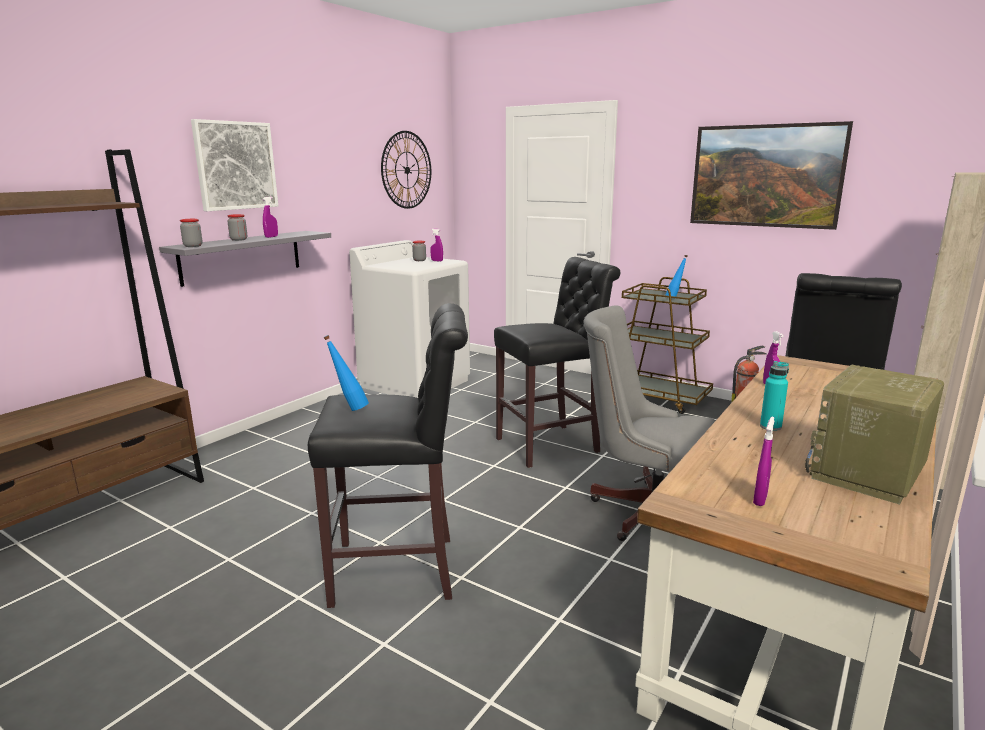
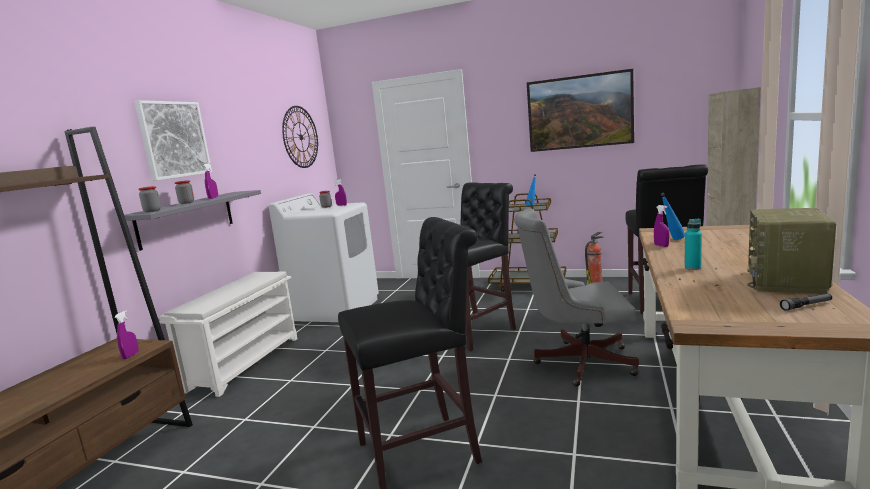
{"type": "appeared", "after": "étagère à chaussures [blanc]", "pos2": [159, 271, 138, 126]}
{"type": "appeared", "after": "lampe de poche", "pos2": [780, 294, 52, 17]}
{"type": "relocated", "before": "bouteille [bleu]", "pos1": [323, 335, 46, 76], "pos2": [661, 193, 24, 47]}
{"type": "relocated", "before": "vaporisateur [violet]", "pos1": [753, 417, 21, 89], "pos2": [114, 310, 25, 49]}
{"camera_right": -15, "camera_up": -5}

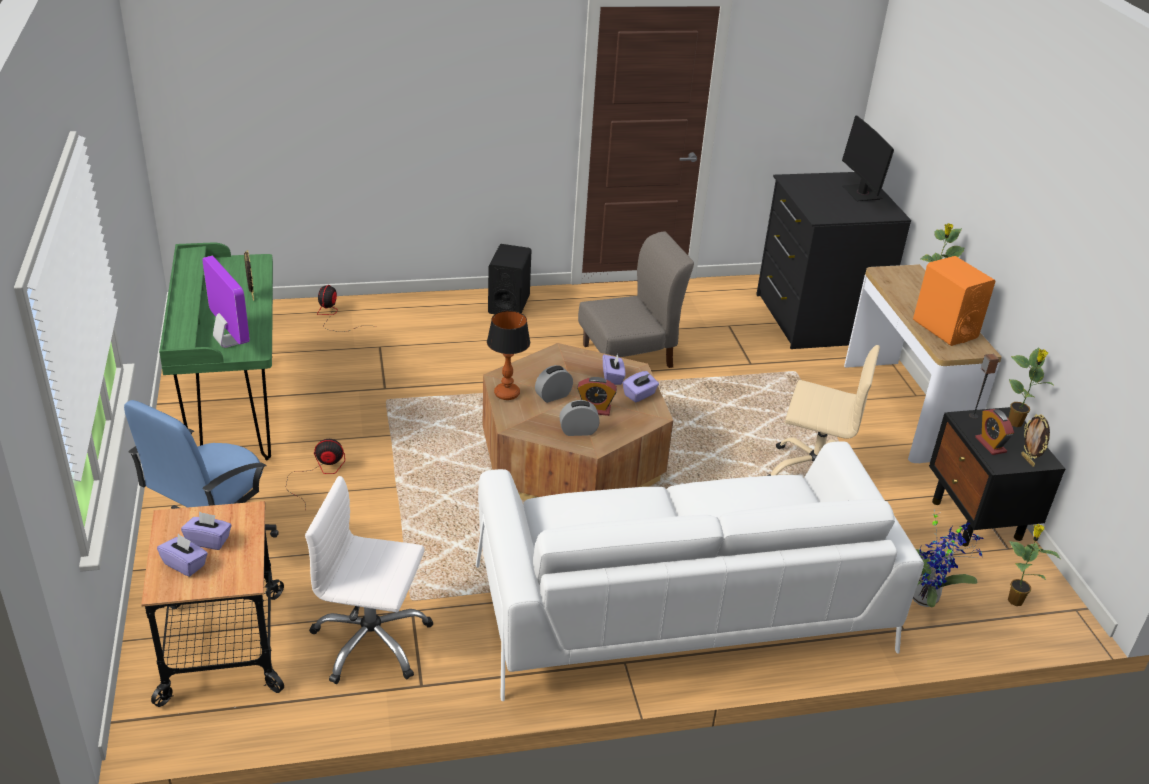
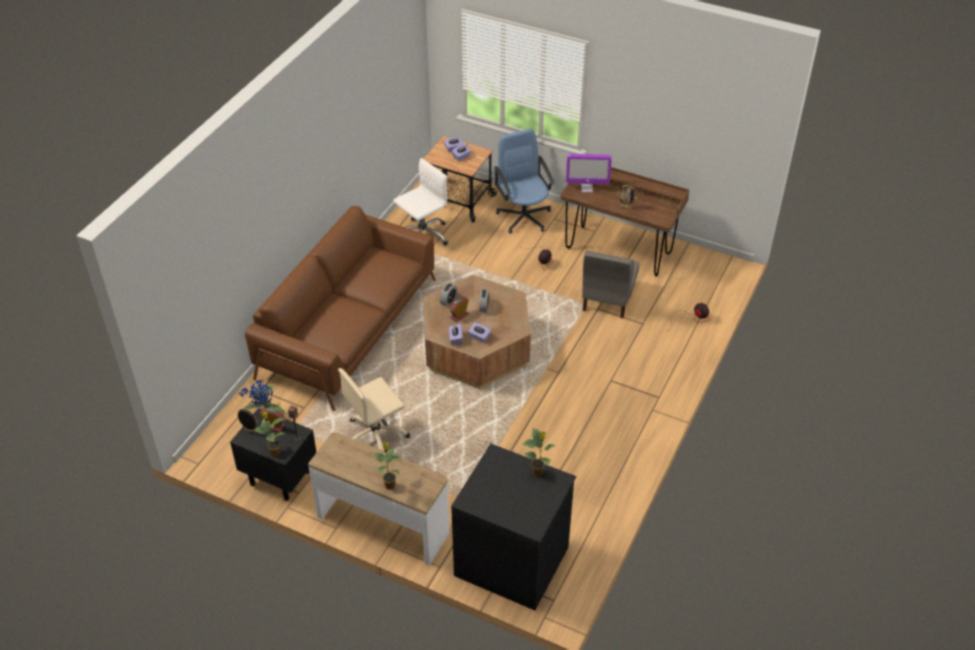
{"type": "missing", "before": "lampe de table", "pos1": [487, 311, 43, 89]}
{"type": "missing", "before": "enceinte [noir]", "pos1": [488, 244, 43, 70]}
{"type": "missing", "before": "écran d'ordinateur", "pos1": [842, 115, 52, 86]}
{"type": "missing", "before": "enceinte [orange]", "pos1": [913, 256, 82, 90]}
{"type": "relocated", "before": "chaise [gris]", "pos1": [578, 231, 116, 137], "pos2": [582, 250, 57, 68]}
{"type": "relocated", "before": "plante en pot", "pos1": [1008, 524, 52, 82], "pos2": [522, 428, 34, 49]}
{"type": "colour", "before": "bureau [vert]", "after": "bureau [marron]", "pos1": [159, 242, 114, 218], "pos2": [560, 167, 129, 110]}
{"type": "colour", "before": "canapé [blanc]", "after": "canapé [marron]", "pos1": [476, 441, 448, 260], "pos2": [245, 206, 191, 205]}
{"camera_right": 130, "camera_up": 10}

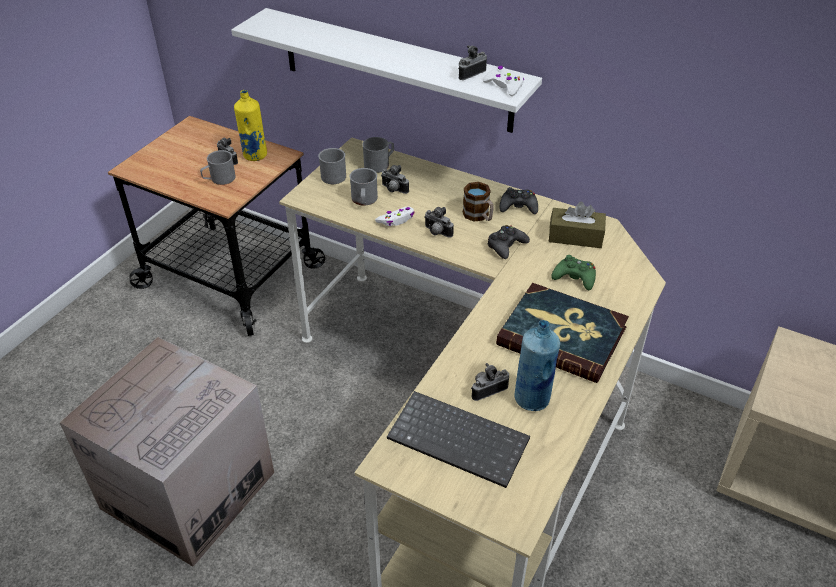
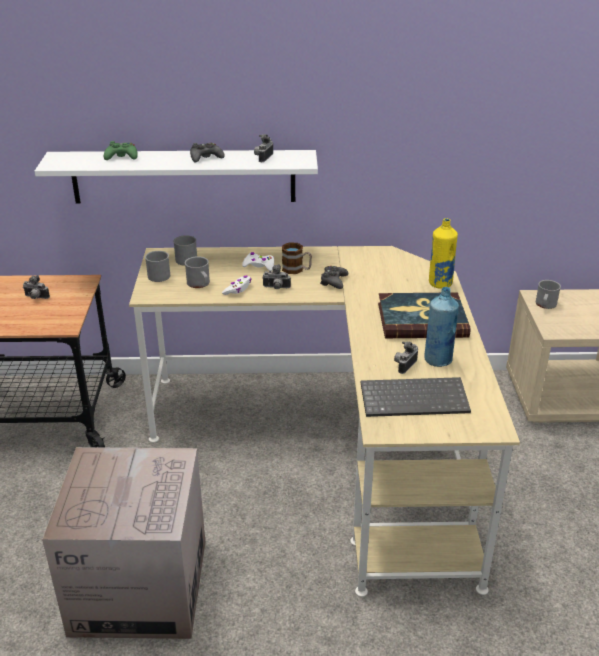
{"type": "missing", "before": "appareil photo", "pos1": [382, 165, 27, 29]}
{"type": "missing", "before": "boîte à mouchoirs [marron]", "pos1": [549, 202, 57, 46]}
{"type": "relocated", "before": "mug [gris]", "pos1": [200, 150, 36, 35], "pos2": [536, 280, 25, 29]}
{"type": "relocated", "before": "bouteille [jaune]", "pos1": [234, 90, 33, 71], "pos2": [429, 218, 29, 71]}
{"type": "relocated", "before": "manette [blanc]", "pos1": [483, 66, 41, 30], "pos2": [242, 252, 32, 19]}
{"type": "relocated", "before": "manette [noir]", "pos1": [499, 187, 39, 27], "pos2": [190, 143, 35, 20]}
{"type": "relocated", "before": "manette [vert]", "pos1": [551, 255, 45, 35], "pos2": [104, 141, 34, 19]}
{"camera_right": -30, "camera_up": -10}

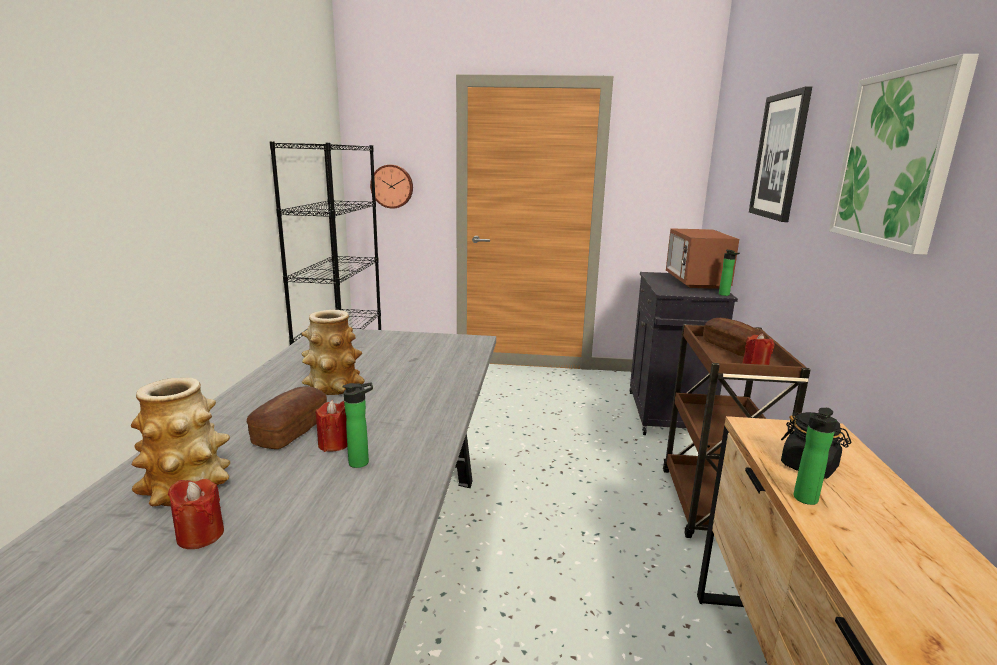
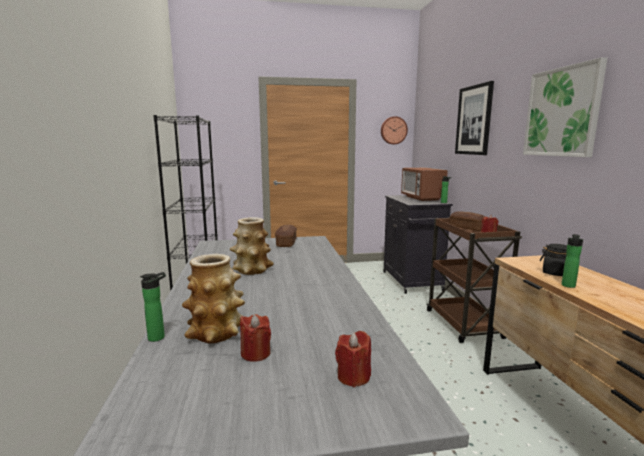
{"type": "relocated", "before": "pain", "pos1": [247, 386, 80, 63], "pos2": [275, 225, 22, 22]}
{"type": "relocated", "before": "bougie [rouge]", "pos1": [315, 400, 32, 52], "pos2": [335, 331, 36, 56]}
{"type": "relocated", "before": "bouteille", "pos1": [342, 382, 31, 86], "pos2": [140, 272, 26, 70]}
{"type": "relocated", "before": "horloge murale", "pos1": [370, 165, 43, 44], "pos2": [381, 116, 27, 28]}
{"camera_right": -15, "camera_up": -5}

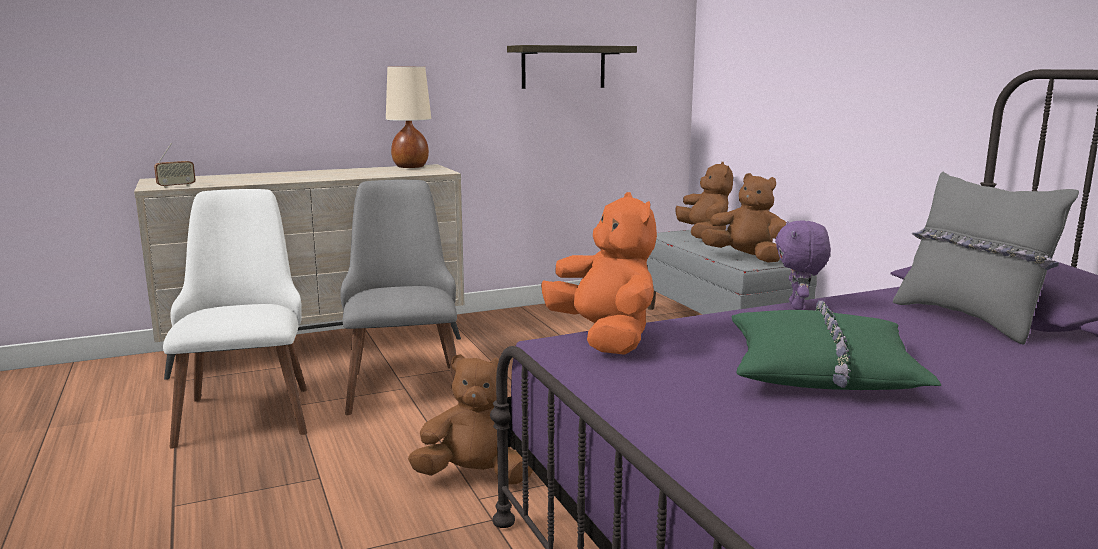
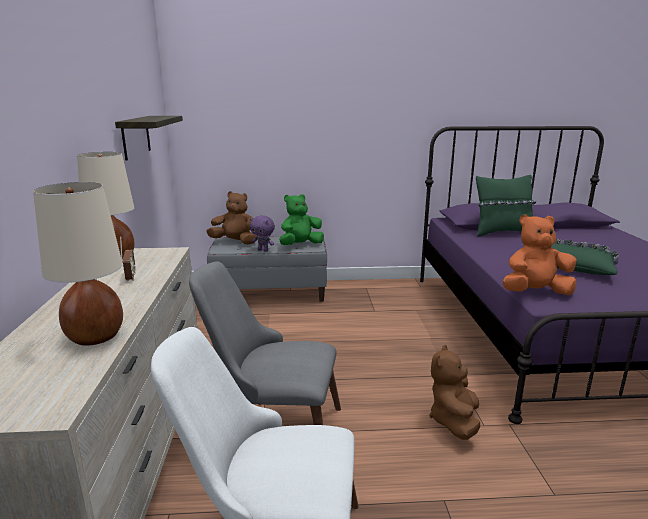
{"type": "appeared", "after": "lampe de table [beige]", "pos2": [33, 182, 90, 164]}
{"type": "relocated", "before": "radio", "pos1": [154, 143, 42, 45], "pos2": [120, 236, 16, 45]}
{"type": "relocated", "before": "peluche [violet]", "pos1": [775, 220, 56, 90], "pos2": [250, 215, 25, 37]}
{"type": "colour", "before": "peluche [marron]", "after": "peluche [vert]", "pos1": [701, 173, 85, 90], "pos2": [280, 194, 44, 51]}
{"type": "colour", "before": "coussin [gris]", "after": "coussin [vert]", "pos1": [893, 172, 186, 173], "pos2": [476, 175, 61, 62]}
{"camera_right": -70, "camera_up": 5}

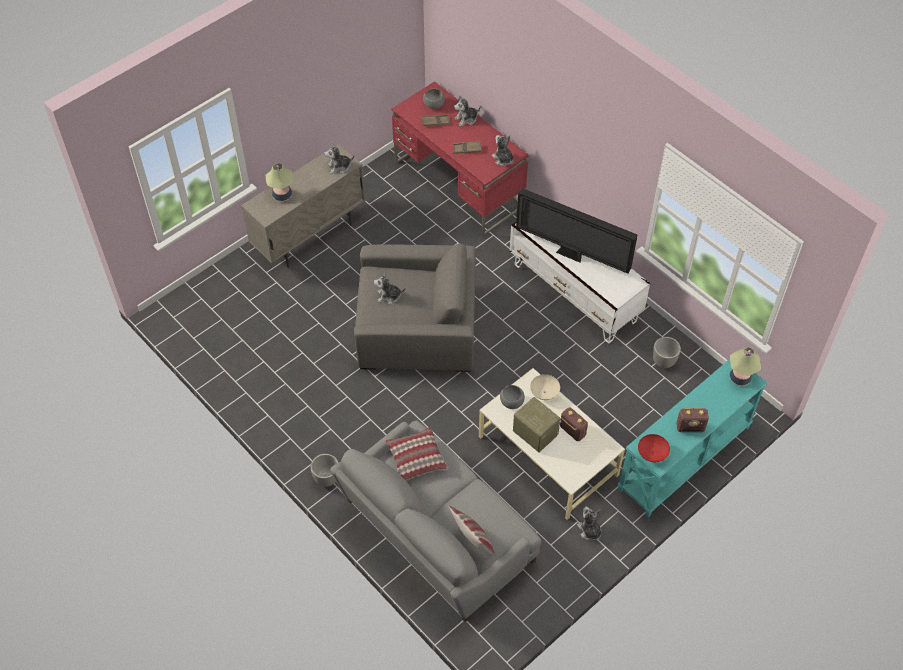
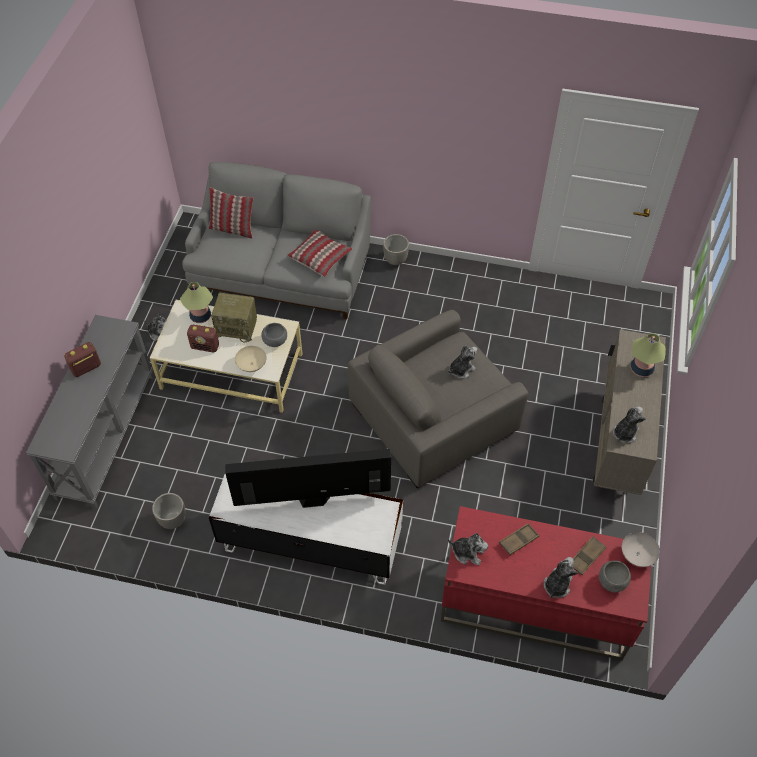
{"type": "missing", "before": "bol [rouge]", "pos1": [638, 434, 32, 28]}
{"type": "appeared", "after": "bol [blanc]", "pos2": [622, 532, 38, 35]}
{"type": "relocated", "before": "lampe de table", "pos1": [730, 347, 31, 39], "pos2": [180, 282, 33, 41]}
{"type": "colour", "before": "table console [turquoise]", "after": "table console [gris]", "pos1": [618, 359, 149, 159], "pos2": [26, 315, 128, 193]}
{"camera_right": 145, "camera_up": 0}

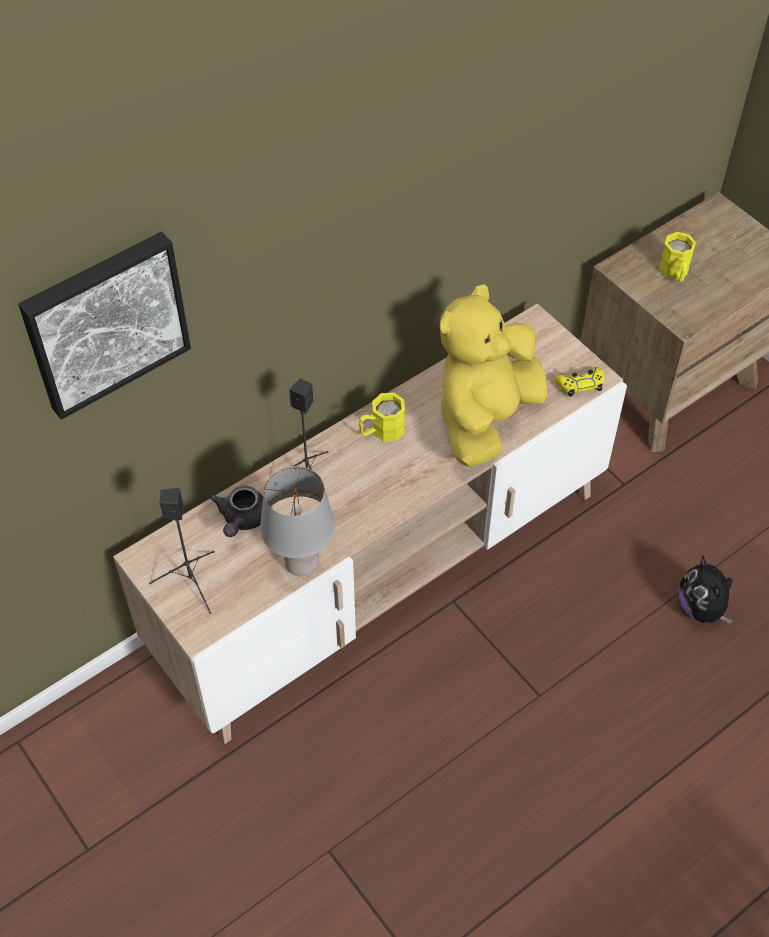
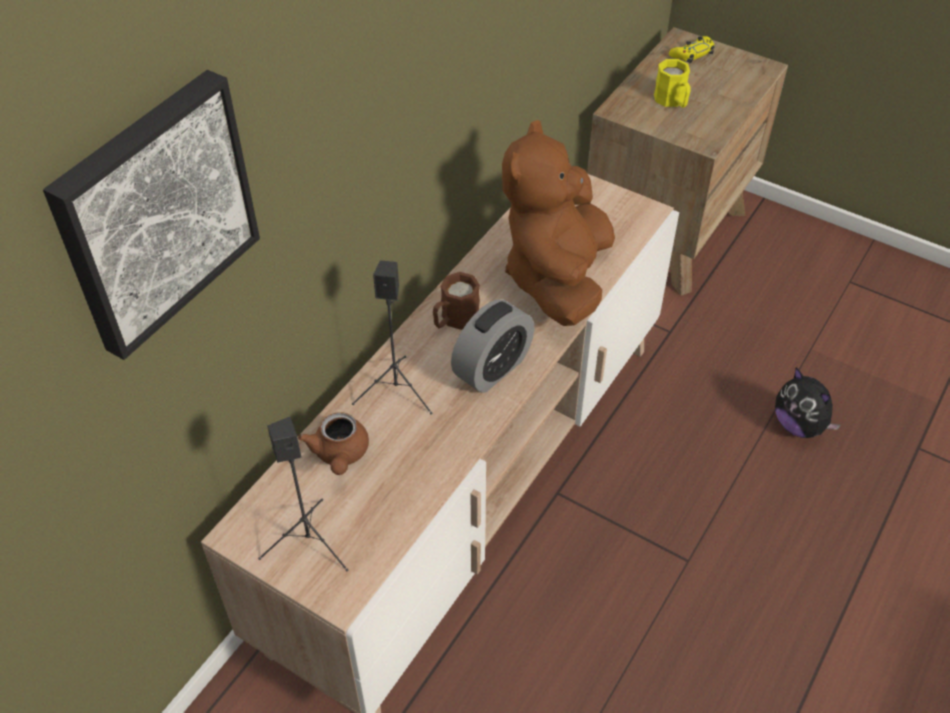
{"type": "missing", "before": "lampe de table [gris]", "pos1": [260, 466, 75, 110]}
{"type": "appeared", "after": "réveil", "pos2": [451, 299, 84, 94]}
{"type": "relocated", "before": "manette [jaune]", "pos1": [555, 367, 49, 30], "pos2": [669, 36, 45, 27]}
{"type": "colour", "before": "théière [gris]", "after": "théière [marron]", "pos1": [210, 486, 53, 51], "pos2": [298, 412, 71, 63]}
{"type": "colour", "before": "mug [jaune]", "after": "mug [marron]", "pos1": [359, 393, 46, 49], "pos2": [433, 272, 47, 58]}
{"type": "colour", "before": "peluche [jaune]", "after": "peluche [marron]", "pos1": [440, 284, 107, 183], "pos2": [502, 120, 113, 206]}
{"camera_right": -20, "camera_up": -5}

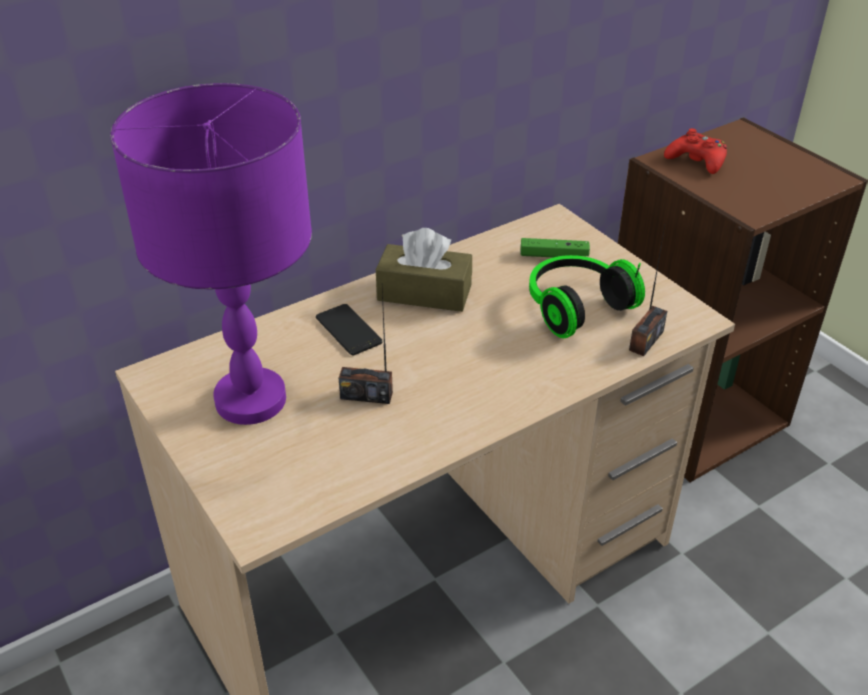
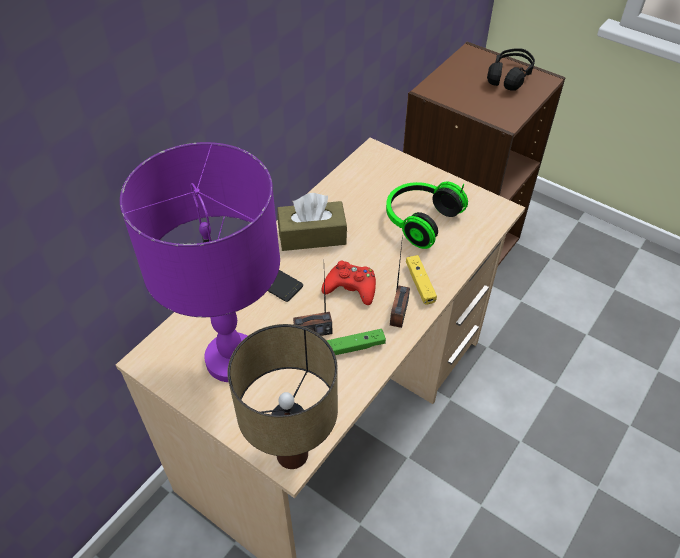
{"type": "appeared", "after": "lampe de table", "pos2": [227, 324, 111, 145]}
{"type": "appeared", "after": "manette [jaune]", "pos2": [406, 255, 31, 49]}
{"type": "appeared", "after": "casque audio [noir]", "pos2": [487, 48, 48, 43]}
{"type": "relocated", "before": "manette [vert]", "pos1": [520, 238, 70, 19], "pos2": [326, 329, 60, 26]}
{"type": "relocated", "before": "radio", "pos1": [629, 226, 38, 130], "pos2": [390, 235, 20, 93]}
{"type": "relocated", "before": "manette [rouge]", "pos1": [664, 128, 63, 46], "pos2": [321, 261, 55, 44]}
{"camera_right": -20, "camera_up": 10}

